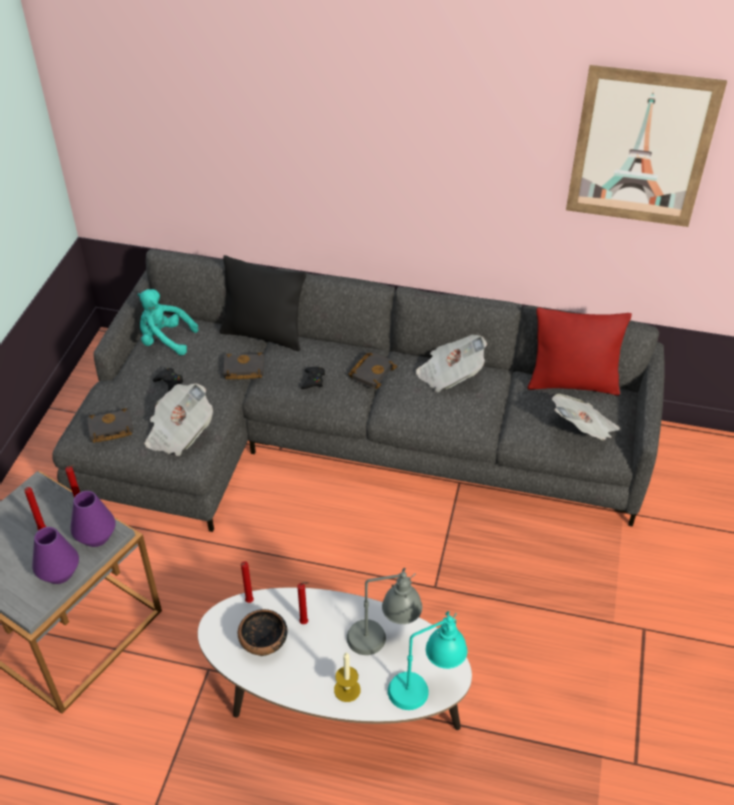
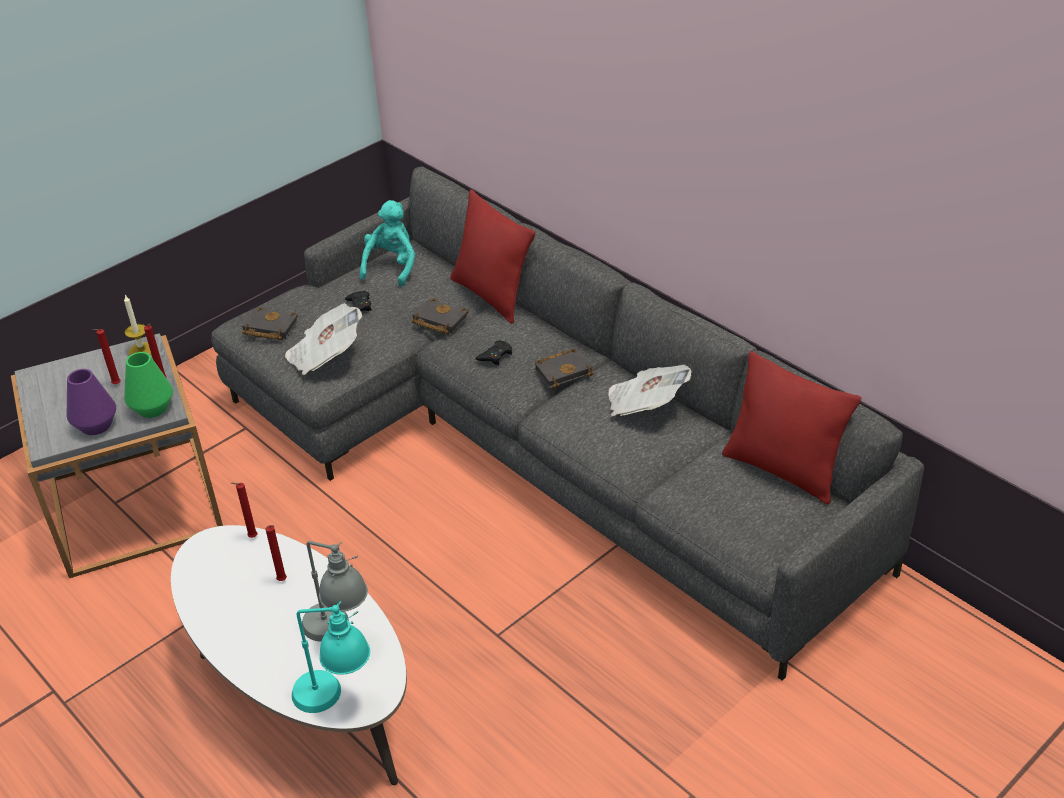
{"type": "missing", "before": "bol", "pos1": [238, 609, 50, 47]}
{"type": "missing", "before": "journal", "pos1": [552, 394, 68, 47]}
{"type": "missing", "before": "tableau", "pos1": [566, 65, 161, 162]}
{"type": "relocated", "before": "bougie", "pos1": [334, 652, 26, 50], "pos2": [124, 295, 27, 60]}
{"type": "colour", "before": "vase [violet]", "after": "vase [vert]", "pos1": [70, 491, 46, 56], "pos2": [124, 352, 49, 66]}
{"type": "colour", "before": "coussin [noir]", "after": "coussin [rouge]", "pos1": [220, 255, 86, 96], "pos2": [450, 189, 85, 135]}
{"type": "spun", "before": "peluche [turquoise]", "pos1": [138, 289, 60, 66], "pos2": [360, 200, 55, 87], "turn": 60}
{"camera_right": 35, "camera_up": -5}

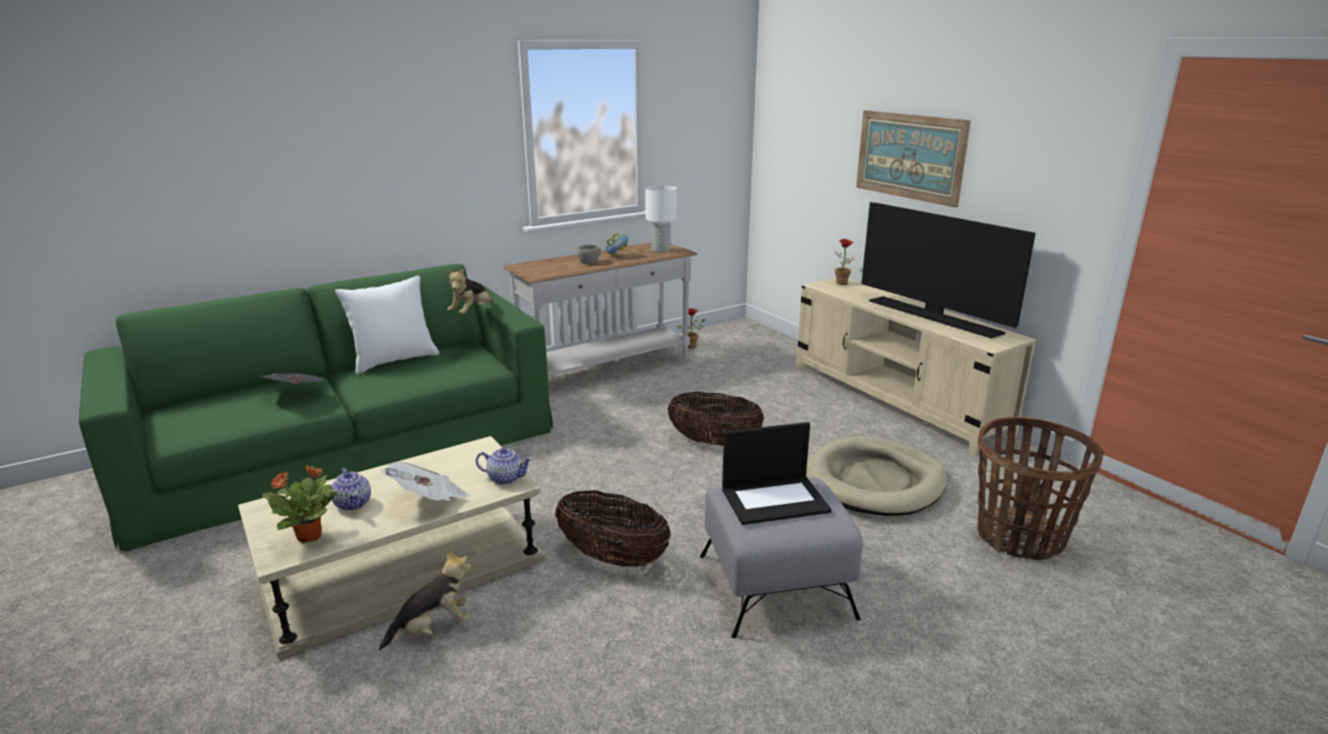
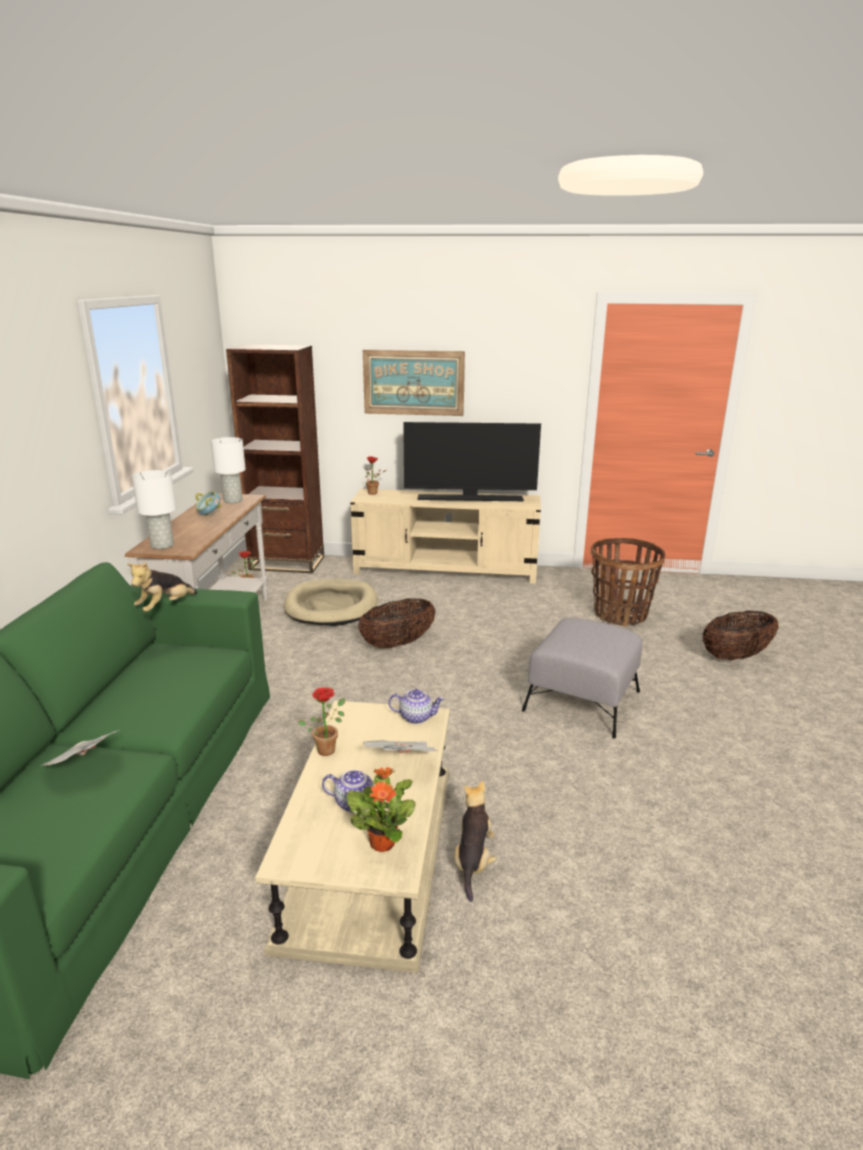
{"type": "missing", "before": "coussin [blanc]", "pos1": [335, 276, 104, 98]}
{"type": "missing", "before": "bol [gris]", "pos1": [577, 245, 24, 19]}
{"type": "missing", "before": "ordinateur portable", "pos1": [722, 422, 110, 103]}
{"type": "appeared", "after": "lampe de table [blanc]", "pos2": [132, 470, 44, 79]}
{"type": "appeared", "after": "bibliothèque [marron]", "pos2": [226, 344, 98, 229]}
{"type": "appeared", "after": "plante en pot", "pos2": [298, 687, 47, 69]}
{"type": "relocated", "before": "panier", "pos1": [555, 490, 116, 77], "pos2": [702, 610, 76, 50]}
{"type": "relocated", "before": "panier pour chien [beige]", "pos1": [806, 436, 141, 80], "pos2": [284, 579, 94, 47]}
{"type": "spun", "before": "peluche", "pos1": [447, 268, 46, 46], "pos2": [127, 562, 71, 50], "turn": 60}
{"type": "spun", "before": "théière", "pos1": [476, 448, 57, 37], "pos2": [388, 689, 56, 35], "turn": 45}
{"camera_right": -50, "camera_up": 0}

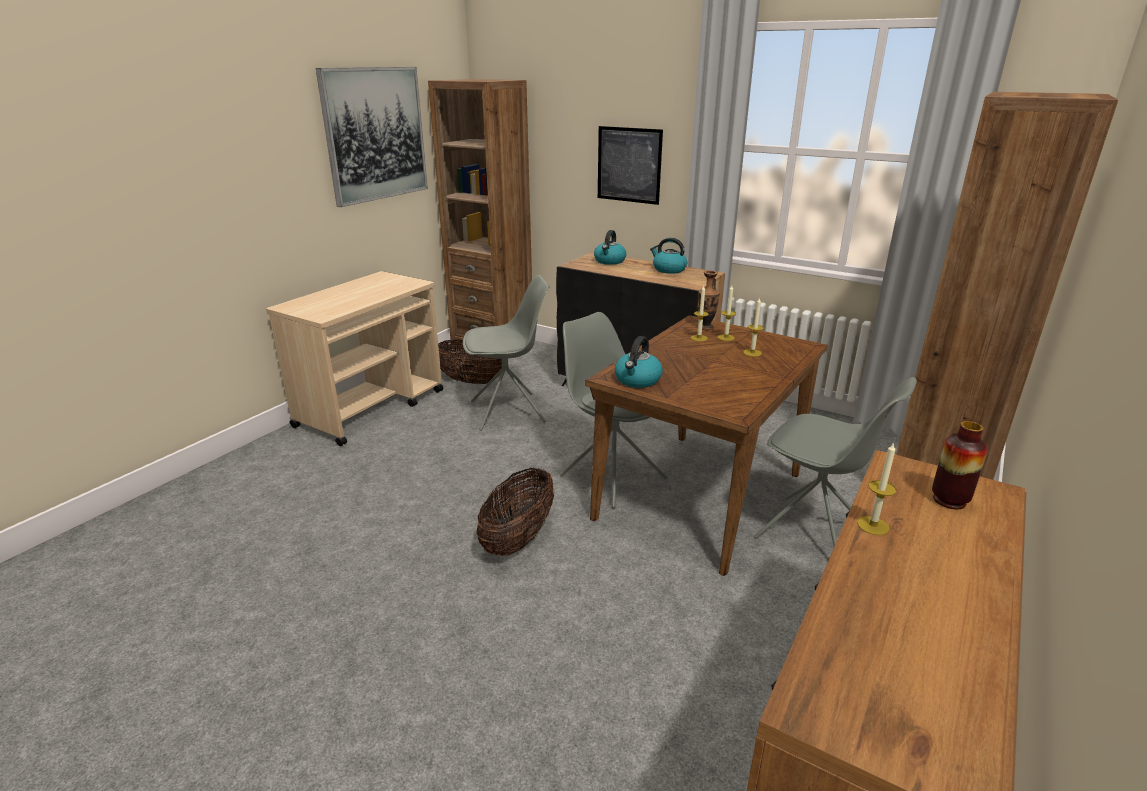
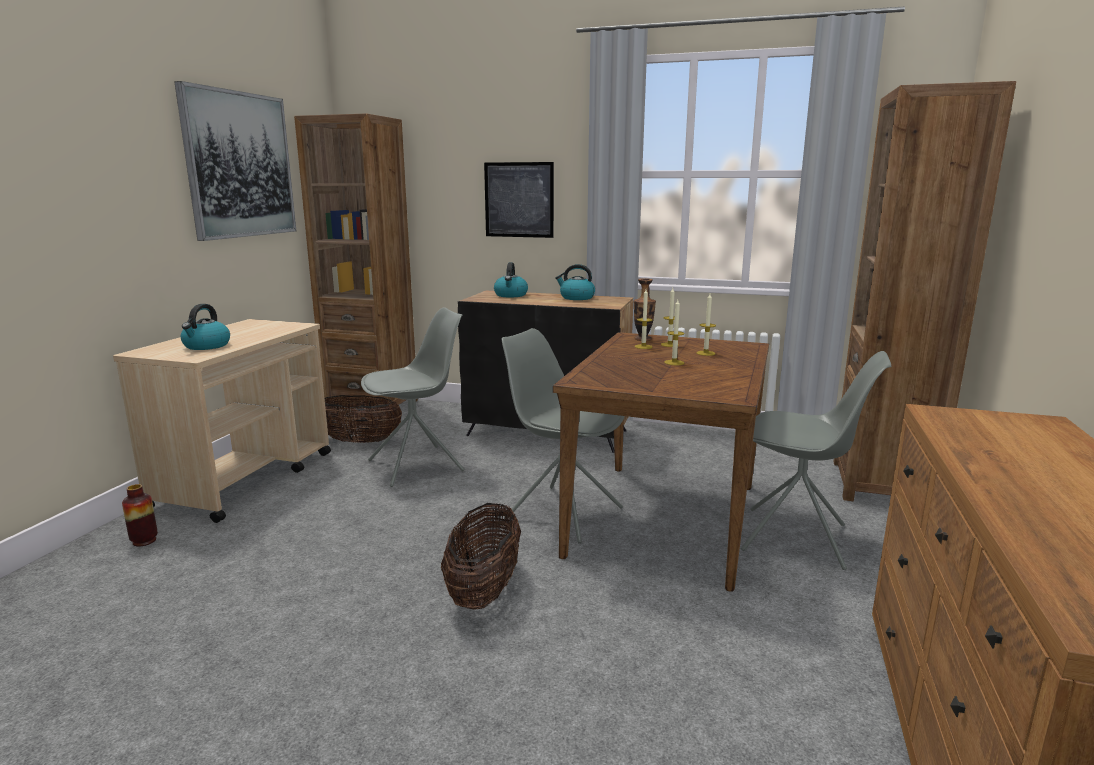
{"type": "relocated", "before": "bouilloire", "pos1": [615, 336, 48, 52], "pos2": [181, 304, 49, 46]}
{"type": "relocated", "before": "bougie", "pos1": [857, 442, 40, 93], "pos2": [664, 300, 21, 65]}
{"type": "relocated", "before": "vase", "pos1": [932, 421, 56, 88], "pos2": [122, 484, 36, 62]}
{"camera_right": -15, "camera_up": -10}

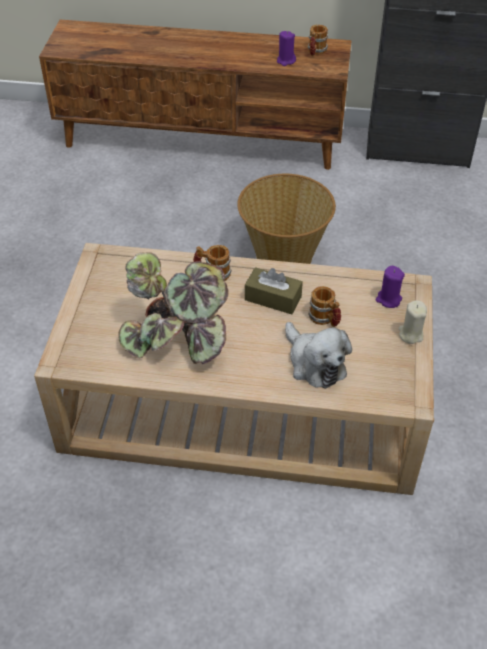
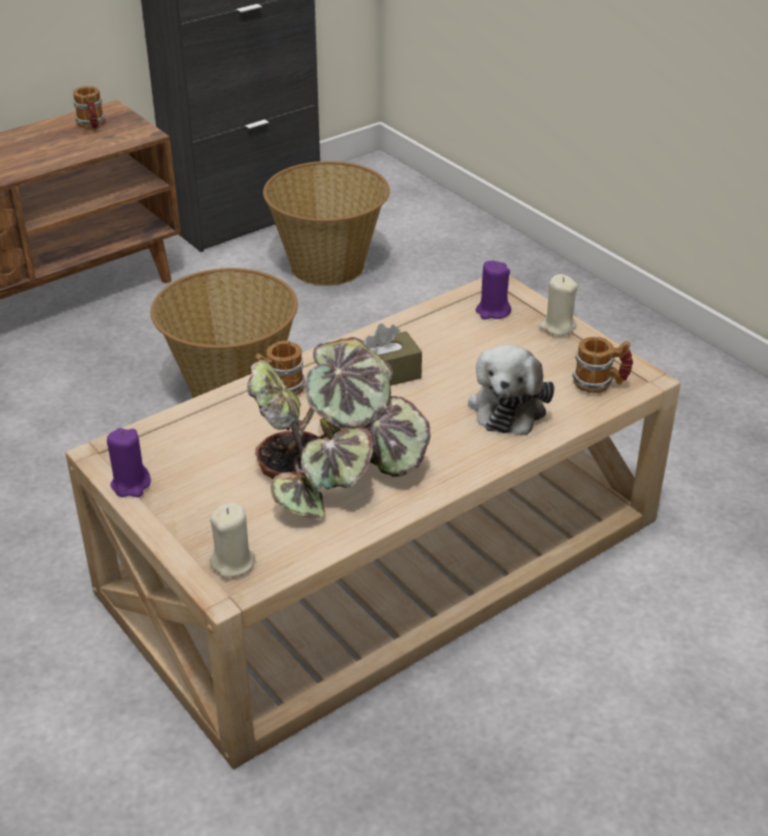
{"type": "appeared", "after": "bougie [beige]", "pos2": [210, 502, 45, 75]}
{"type": "appeared", "after": "panier", "pos2": [263, 161, 127, 125]}
{"type": "relocated", "before": "bougie [violet]", "pos1": [277, 31, 19, 35], "pos2": [107, 428, 44, 69]}
{"type": "relocated", "before": "mug", "pos1": [308, 286, 33, 41], "pos2": [572, 337, 61, 56]}
{"type": "spun", "before": "peluche", "pos1": [285, 322, 67, 67], "pos2": [468, 345, 86, 90], "turn": 90}
{"camera_right": -45, "camera_up": -10}

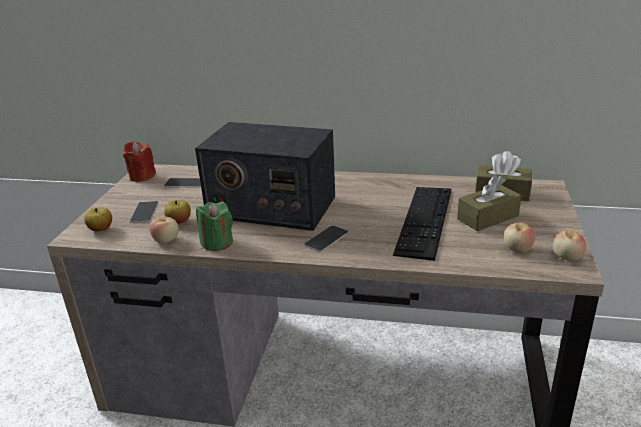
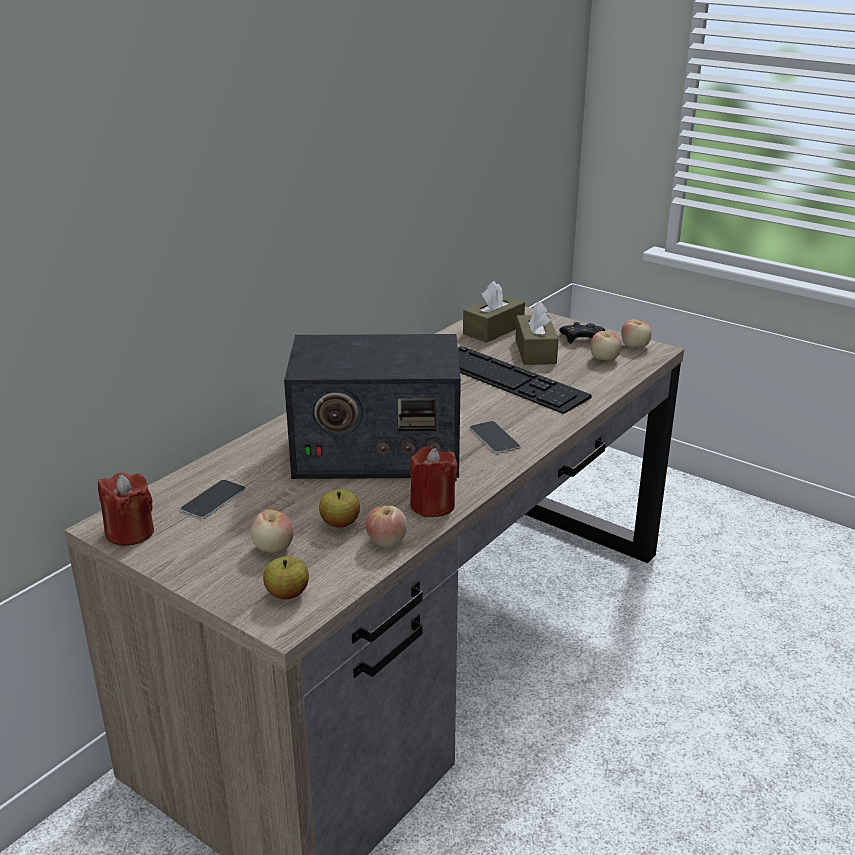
{"type": "appeared", "after": "manette [noir]", "pos2": [559, 322, 46, 22]}
{"type": "exchanged", "before": "téléphone", "after": "pomme", "pos1": [129, 201, 30, 22], "pos2": [251, 510, 43, 42]}
{"type": "colour", "before": "bougie [vert]", "after": "bougie [rouge]", "pos1": [196, 202, 37, 49], "pos2": [410, 447, 48, 70]}
{"type": "spun", "before": "radio", "pos1": [195, 122, 140, 109], "pos2": [284, 334, 177, 145], "turn": 45}
{"camera_right": -65, "camera_up": 0}

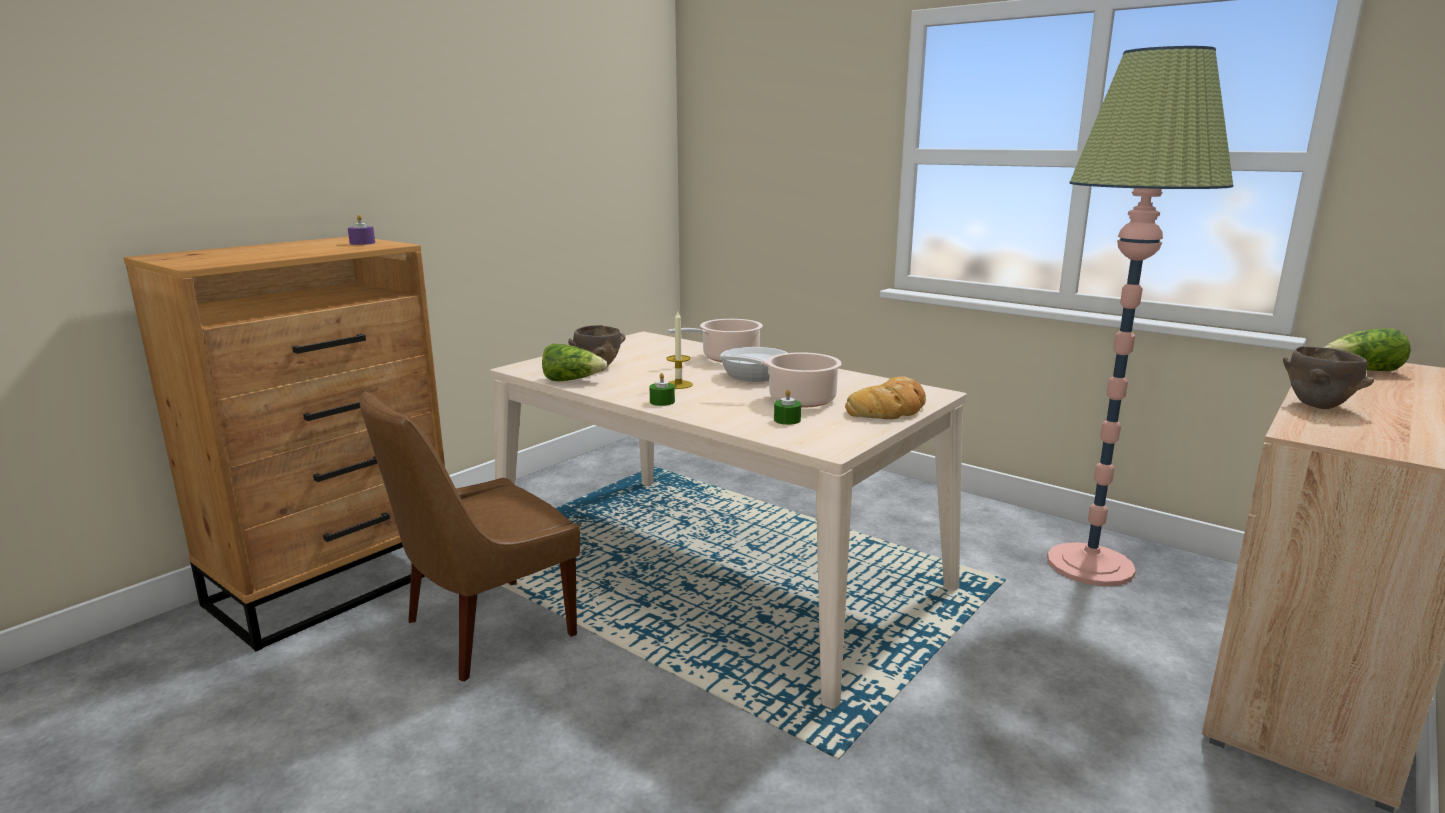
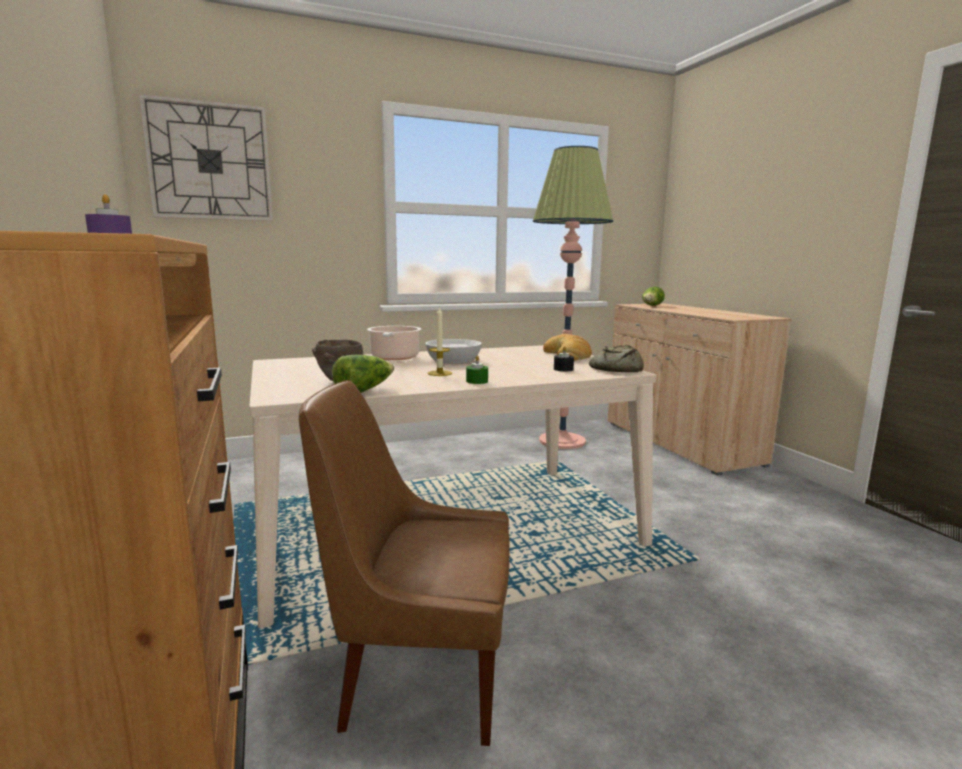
{"type": "missing", "before": "marmite", "pos1": [720, 352, 122, 55]}
{"type": "missing", "before": "bol [marron]", "pos1": [1283, 346, 92, 63]}
{"type": "appeared", "after": "horloge murale", "pos2": [139, 94, 134, 127]}
{"type": "appeared", "after": "pain", "pos2": [589, 345, 54, 27]}
{"type": "colour", "before": "bougie [vert]", "after": "bougie [noir]", "pos1": [774, 389, 27, 36], "pos2": [554, 346, 20, 25]}
{"type": "spun", "before": "chaise [marron]", "pos1": [360, 391, 220, 291], "pos2": [299, 380, 211, 366], "turn": 105}
{"camera_right": -60, "camera_up": -5}

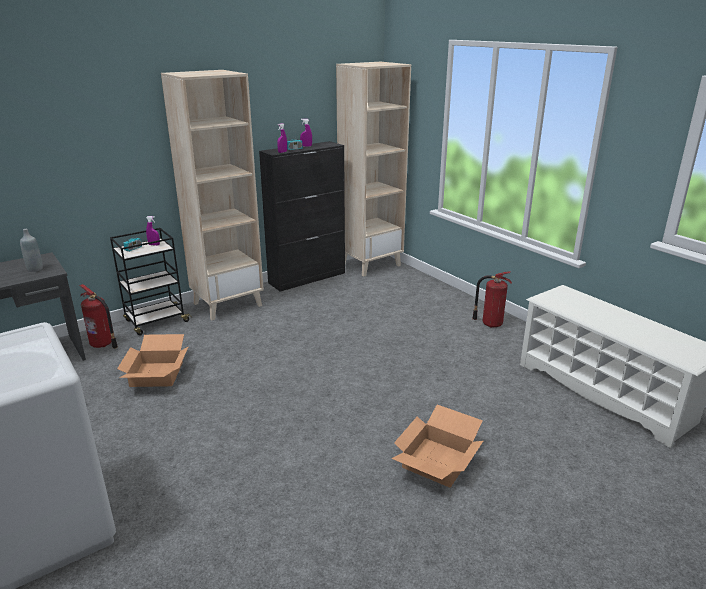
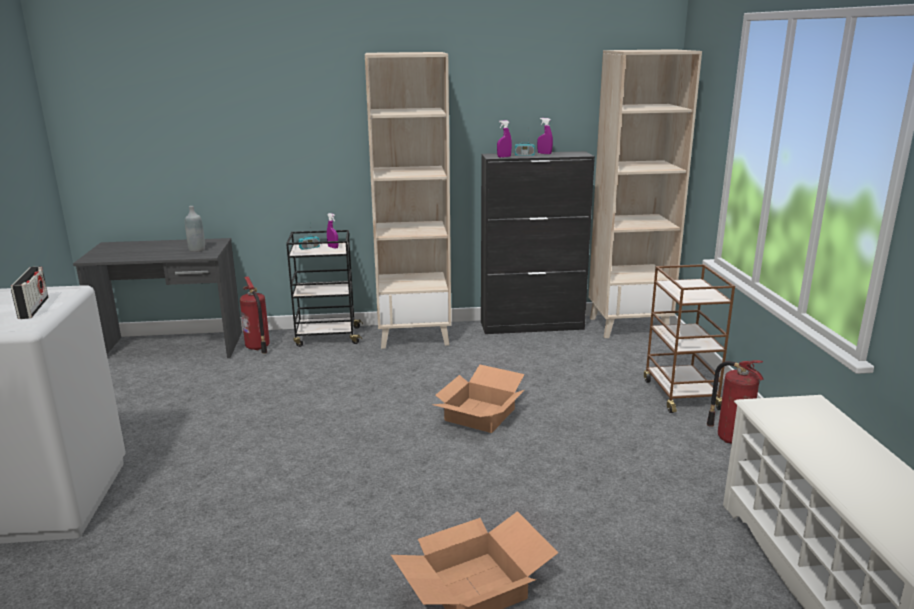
{"type": "appeared", "after": "radio", "pos2": [11, 267, 38, 52]}
{"type": "appeared", "after": "chariot [marron]", "pos2": [644, 264, 91, 149]}
{"type": "relocated", "before": "carton", "pos1": [117, 334, 72, 53], "pos2": [433, 364, 92, 69]}
{"camera_right": 30, "camera_up": -5}

